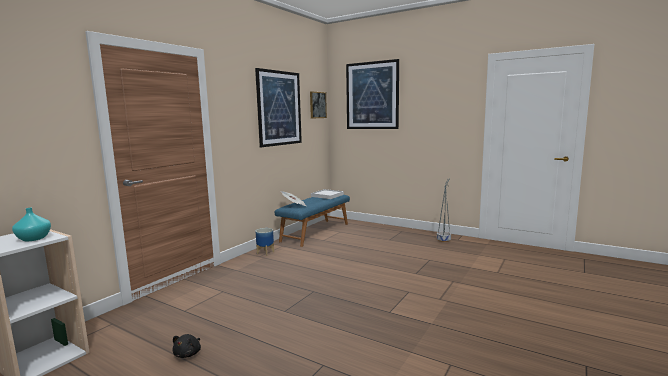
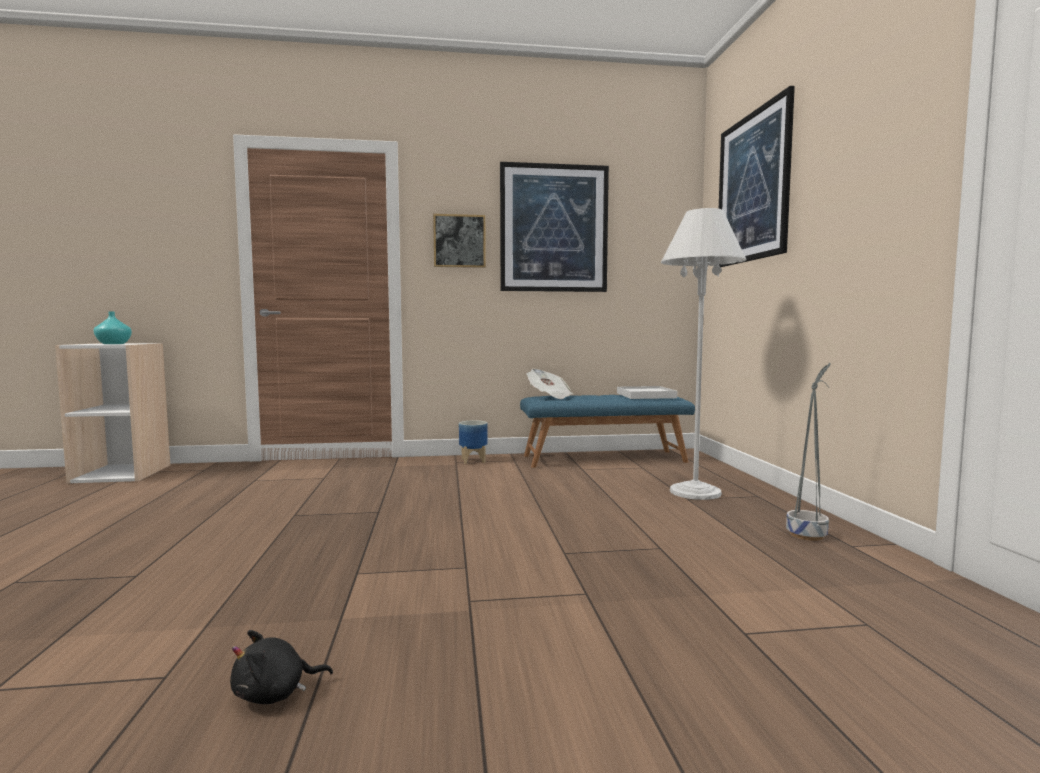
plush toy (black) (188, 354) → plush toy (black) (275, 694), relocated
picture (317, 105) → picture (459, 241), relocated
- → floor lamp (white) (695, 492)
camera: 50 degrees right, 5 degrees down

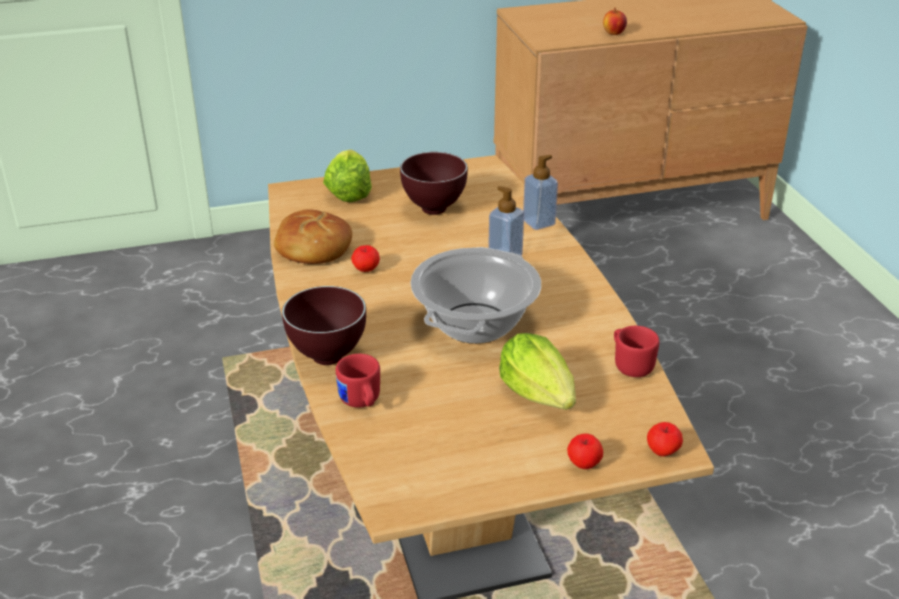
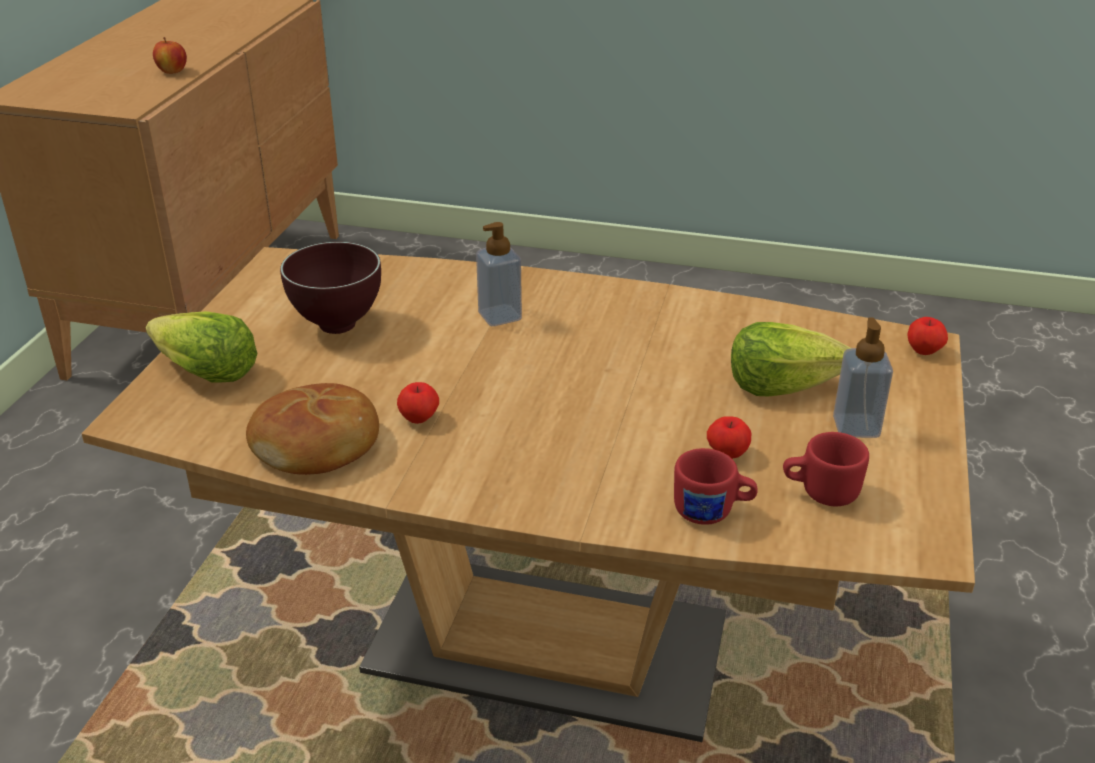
apple (584, 463) → apple (727, 453), relocated
mug (red) (630, 364) → mug (red) (820, 492), relocated
soap dispenser (539, 223) → soap dispenser (856, 426), relocated
bowl (brown) (328, 356) → -
cooking pot (474, 323) → -
camera: 60 degrees left, 0 degrees up

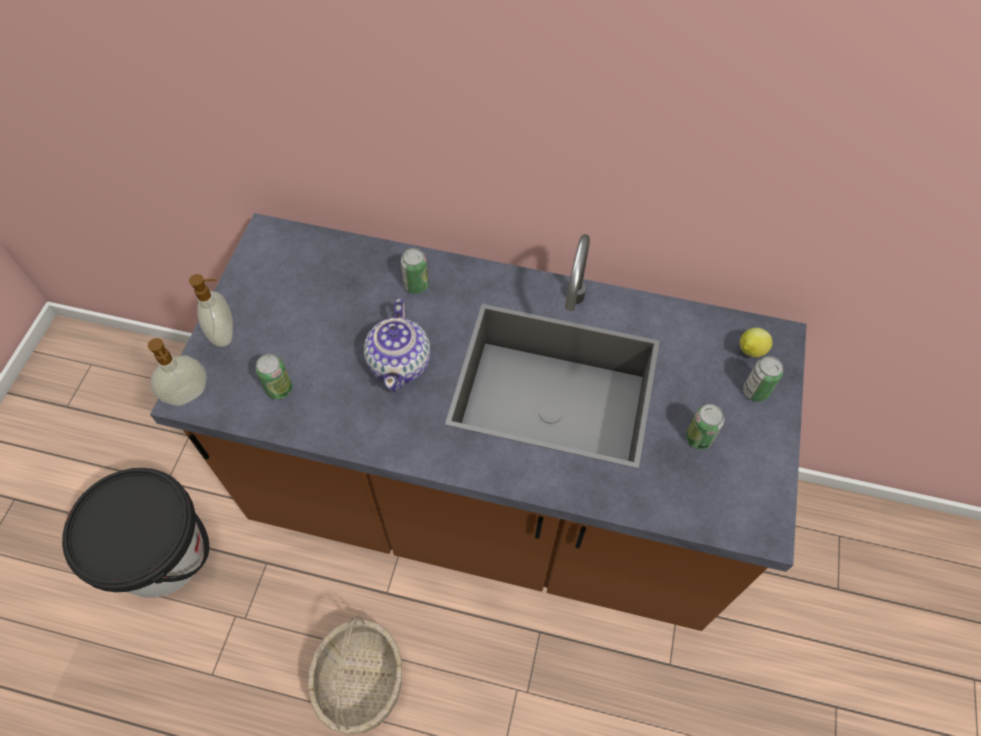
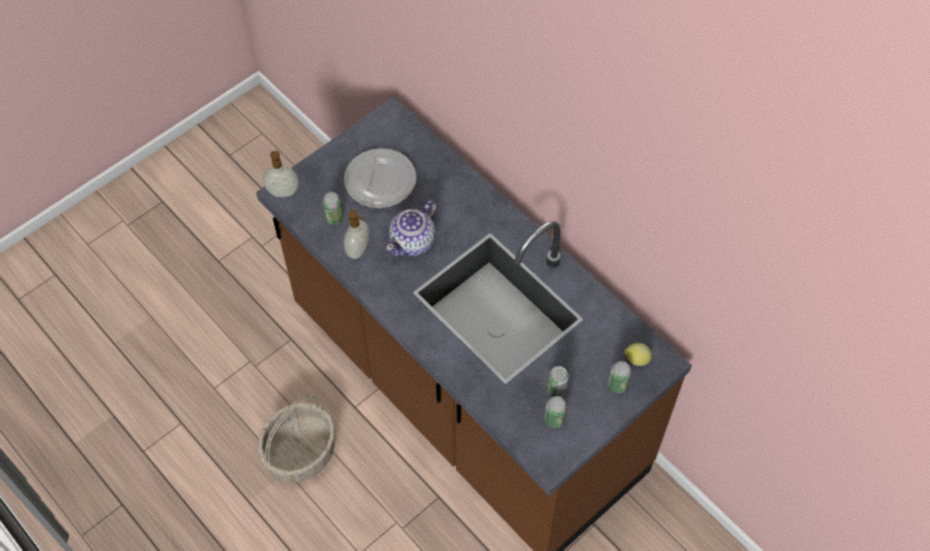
- → plate (381, 180)
soap dispenser (225, 333) → soap dispenser (359, 250), relocated
can (416, 285) → can (554, 419), relocated
bucket (black) (160, 554) → -
camera: 35 degrees right, 0 degrees up

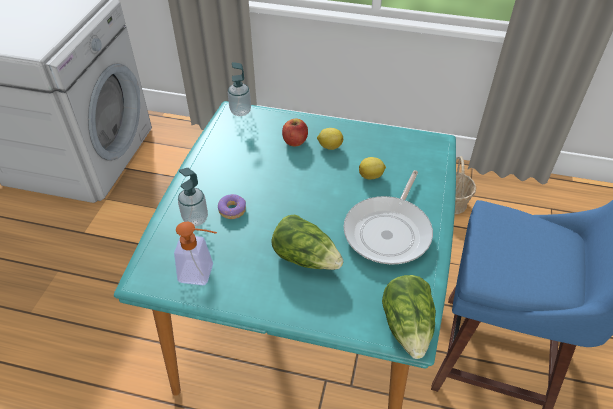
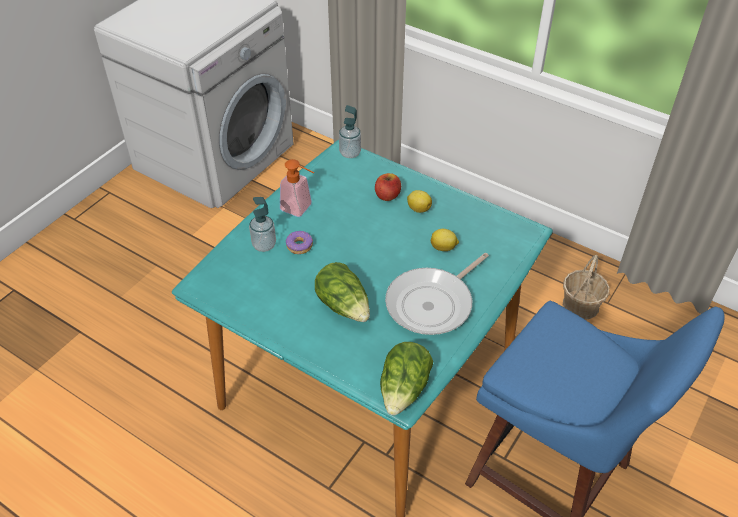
soap dispenser (202, 274) → soap dispenser (300, 209), relocated
camera: 20 degrees right, 0 degrees up

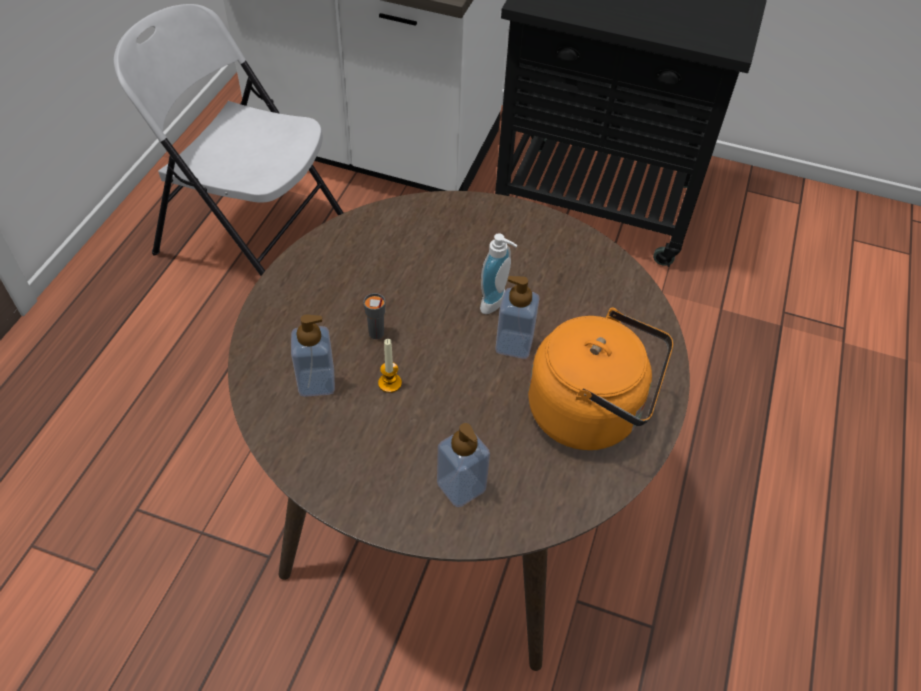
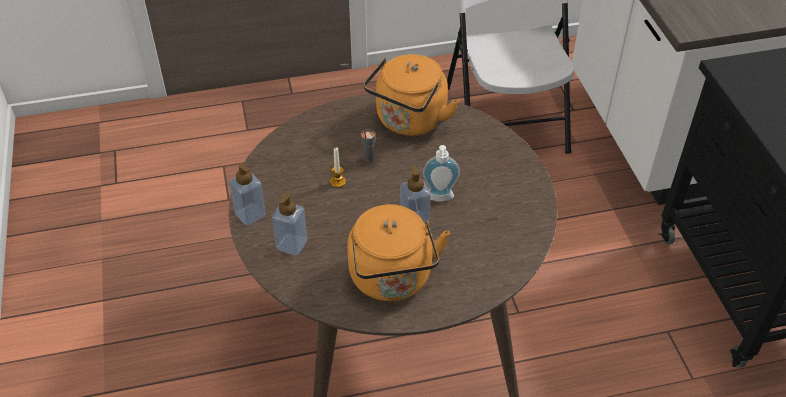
soap dispenser (316, 382) → soap dispenser (250, 214), relocated
- → kettle (orange) (409, 122)
camera: 60 degrees right, 5 degrees down

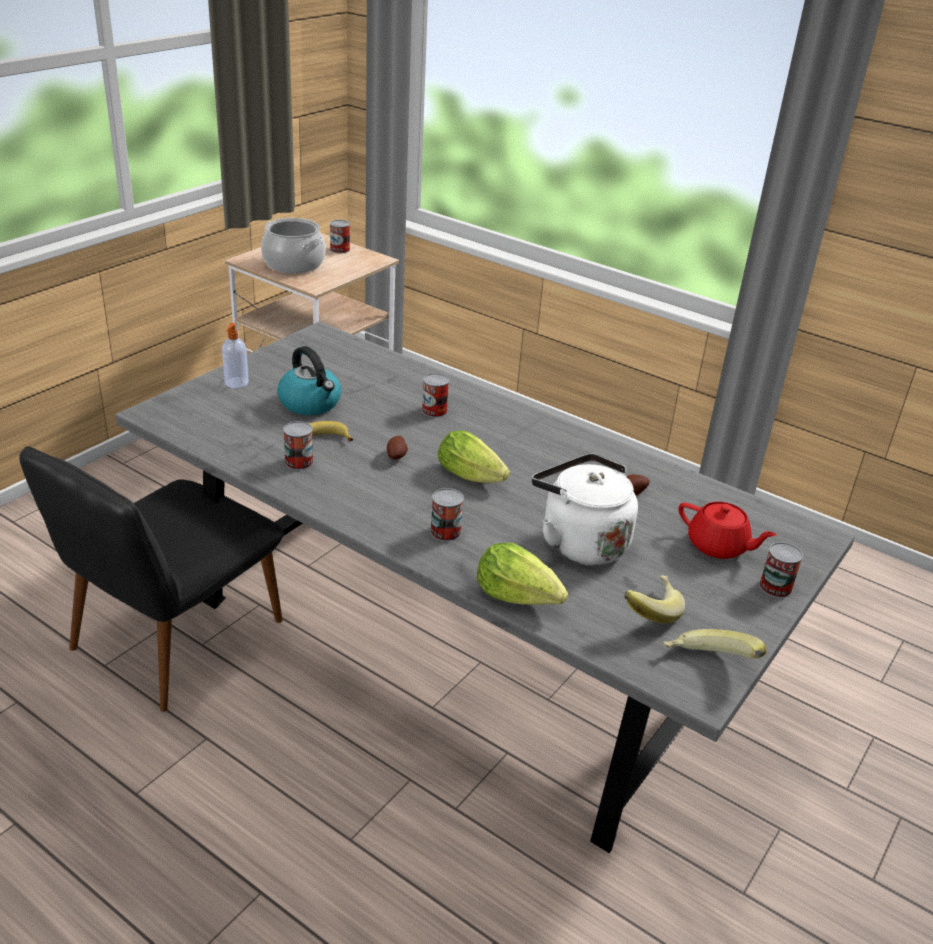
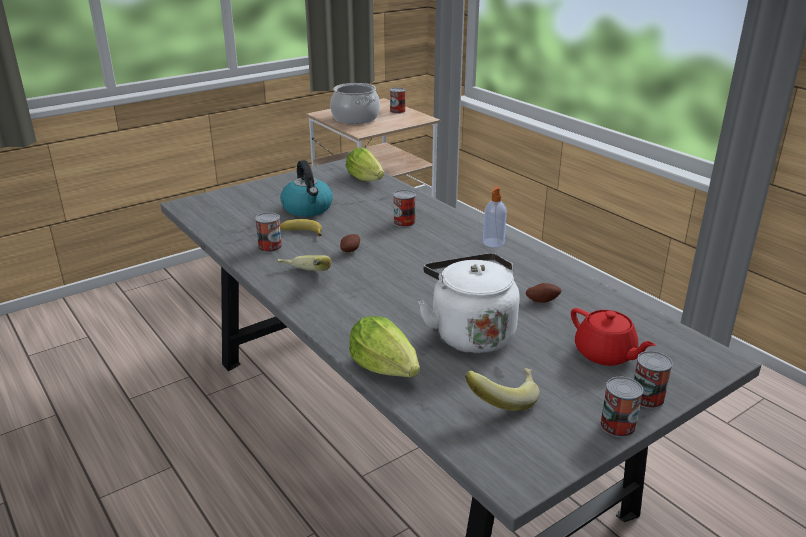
banana (708, 665) → banana (303, 278), relocated
lettuce (473, 476) → lettuce (366, 179), relocated
soap dispenser (236, 383) → soap dispenser (493, 243), relocated
can (445, 532) → can (617, 426), relocated
chair (black) (178, 634) → -
camera: 20 degrees right, 5 degrees down

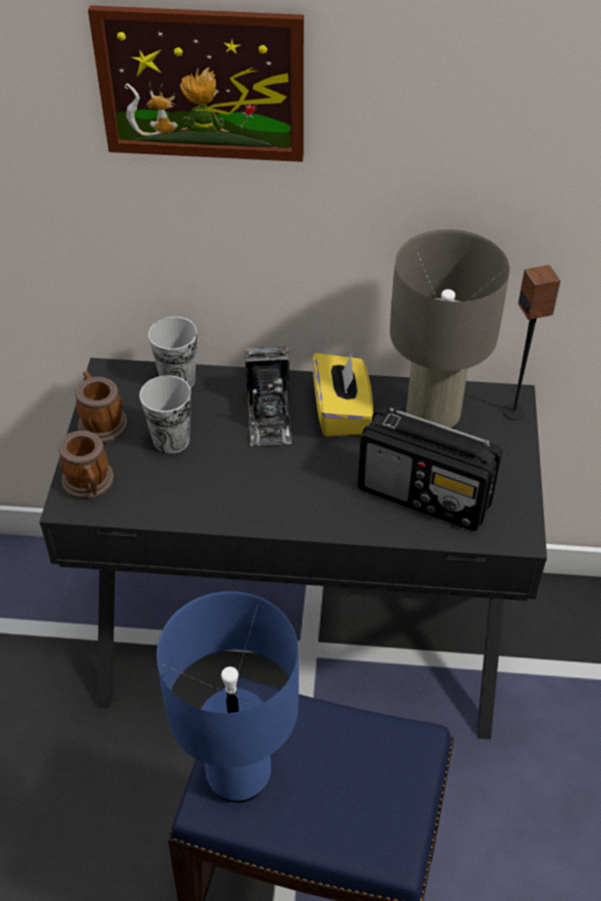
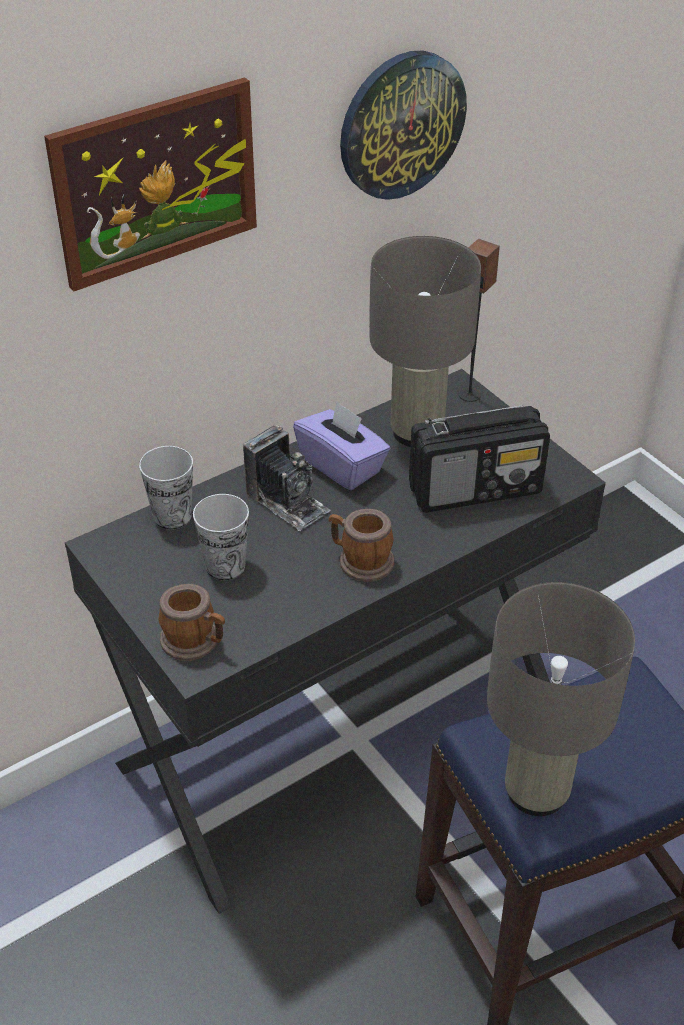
tissue box (yellow) (341, 412) → tissue box (purple) (342, 466)
mug (100, 421) → mug (360, 561), relocated
- → wall clock (401, 124)
table lamp (blue) (237, 776) → table lamp (grey) (536, 792)
camera: 40 degrees left, 5 degrees down

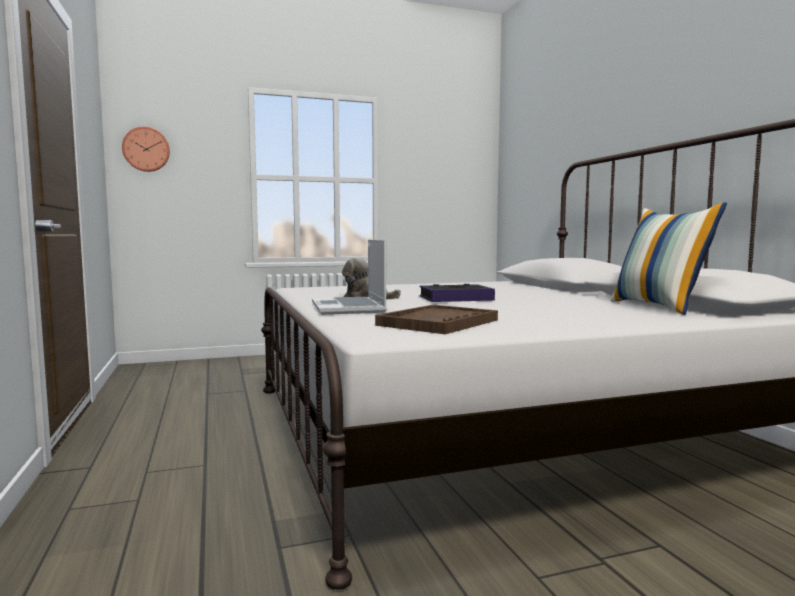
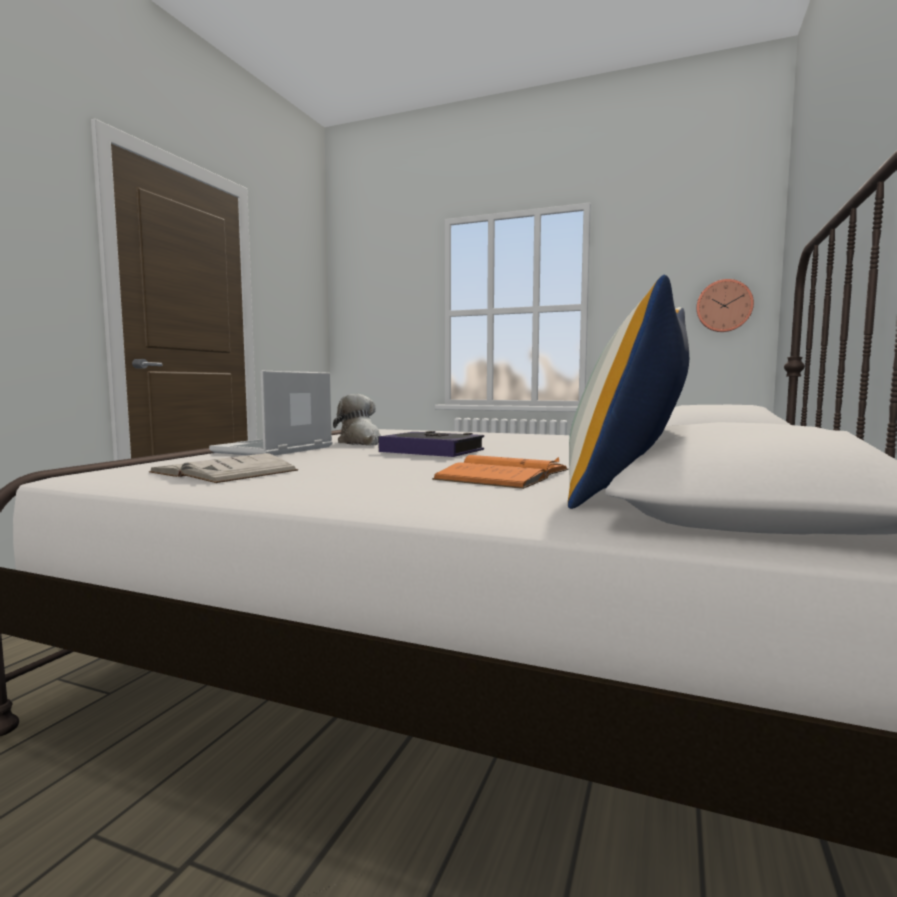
tray (brown) (438, 322) → book (white) (223, 471)
- → book (orange) (503, 474)
wall clock (146, 149) → wall clock (724, 306), relocated
camera: 40 degrees right, 0 degrees up

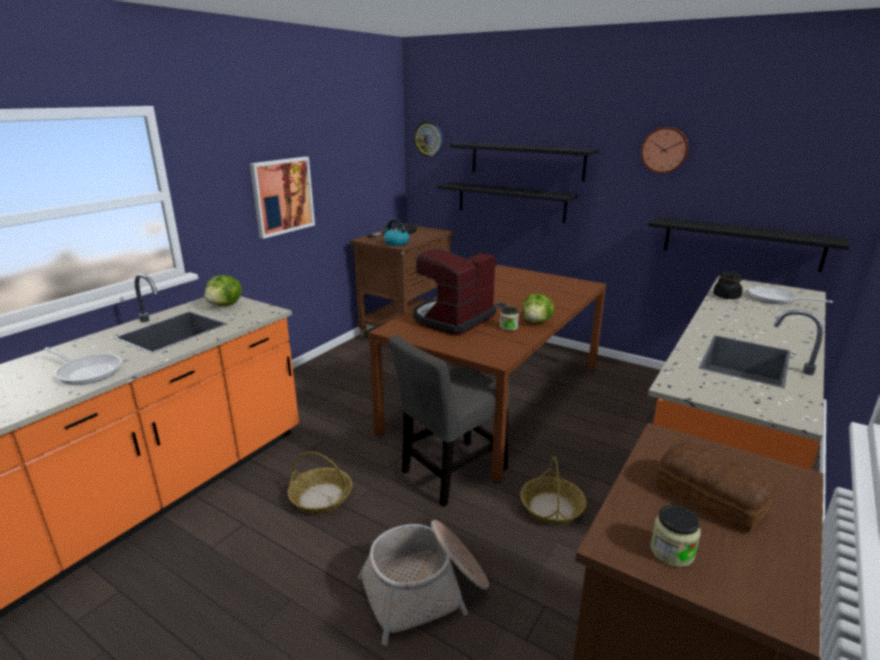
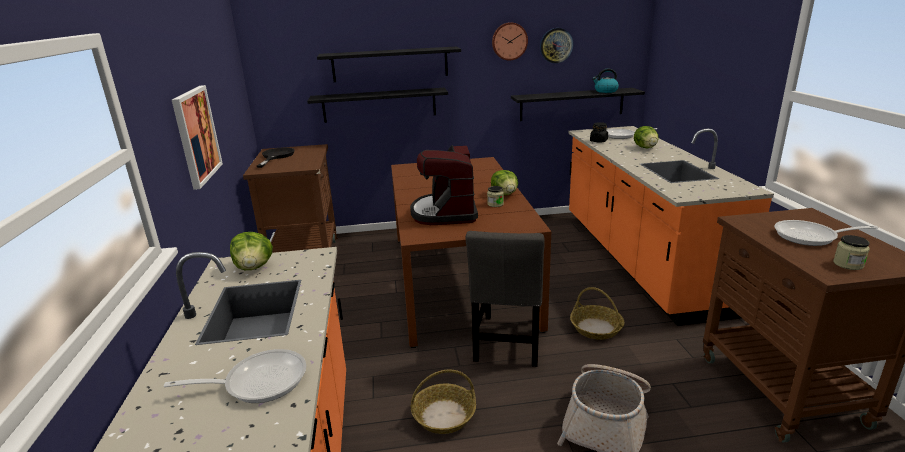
wall clock (429, 139) → wall clock (556, 45), relocated
kettle (396, 243) → kettle (605, 91), relocated
- → lettuce (645, 148)
bread (710, 499) → frying pan (810, 237)
camera: 40 degrees left, 0 degrees up

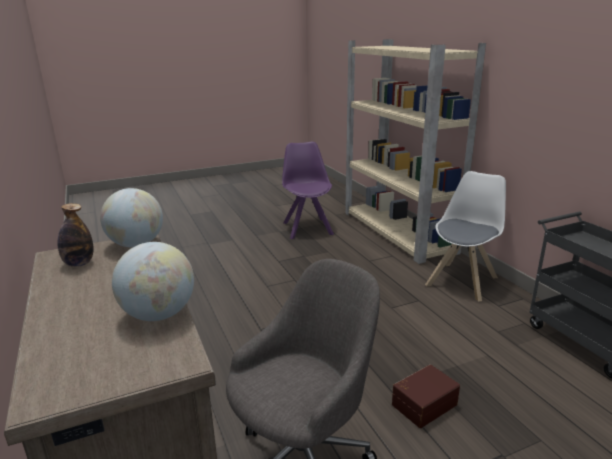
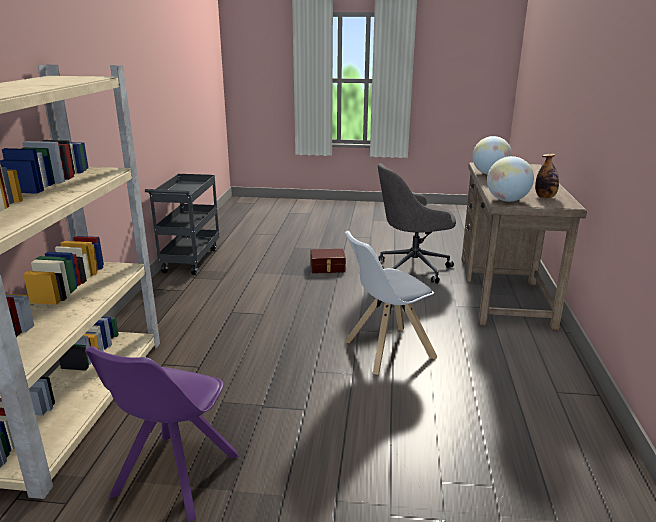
chair (462, 280) → chair (386, 350), relocated
camera: 150 degrees left, 0 degrees up

